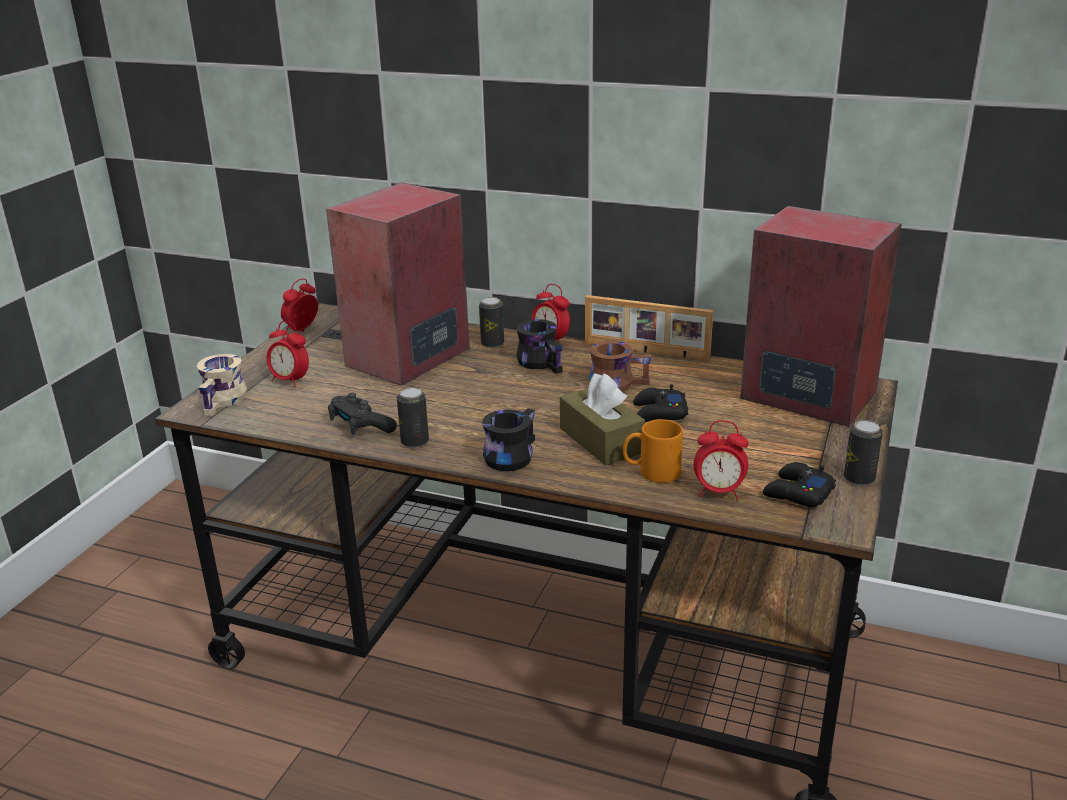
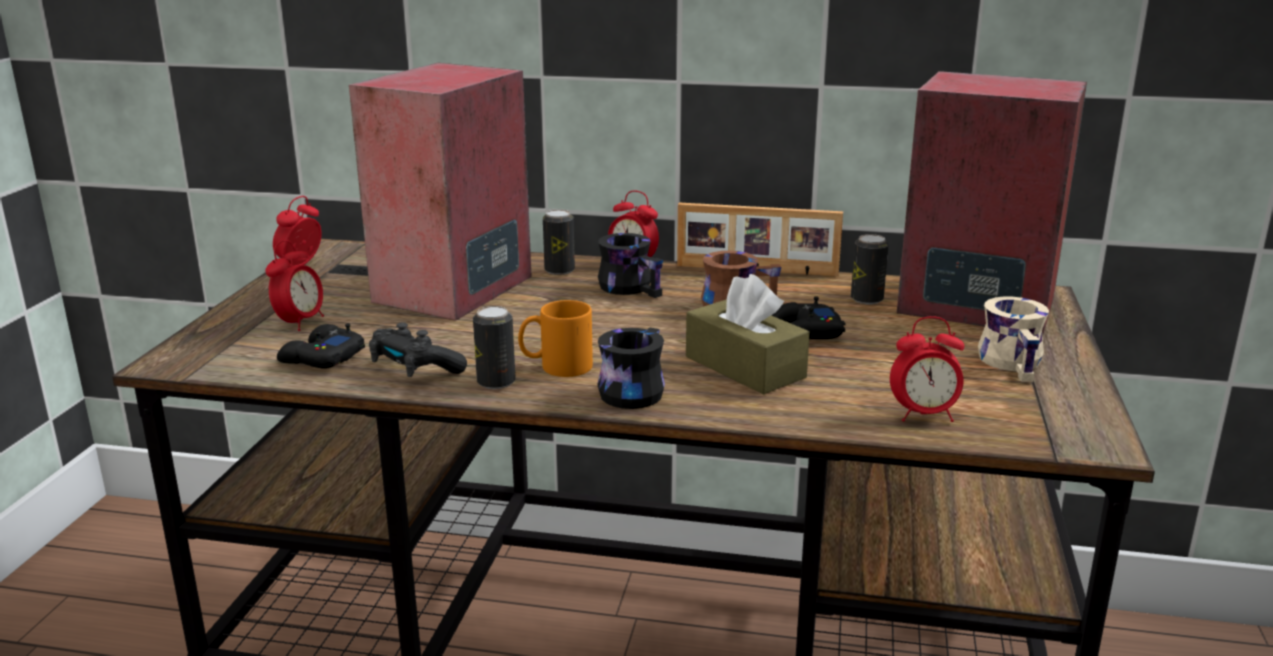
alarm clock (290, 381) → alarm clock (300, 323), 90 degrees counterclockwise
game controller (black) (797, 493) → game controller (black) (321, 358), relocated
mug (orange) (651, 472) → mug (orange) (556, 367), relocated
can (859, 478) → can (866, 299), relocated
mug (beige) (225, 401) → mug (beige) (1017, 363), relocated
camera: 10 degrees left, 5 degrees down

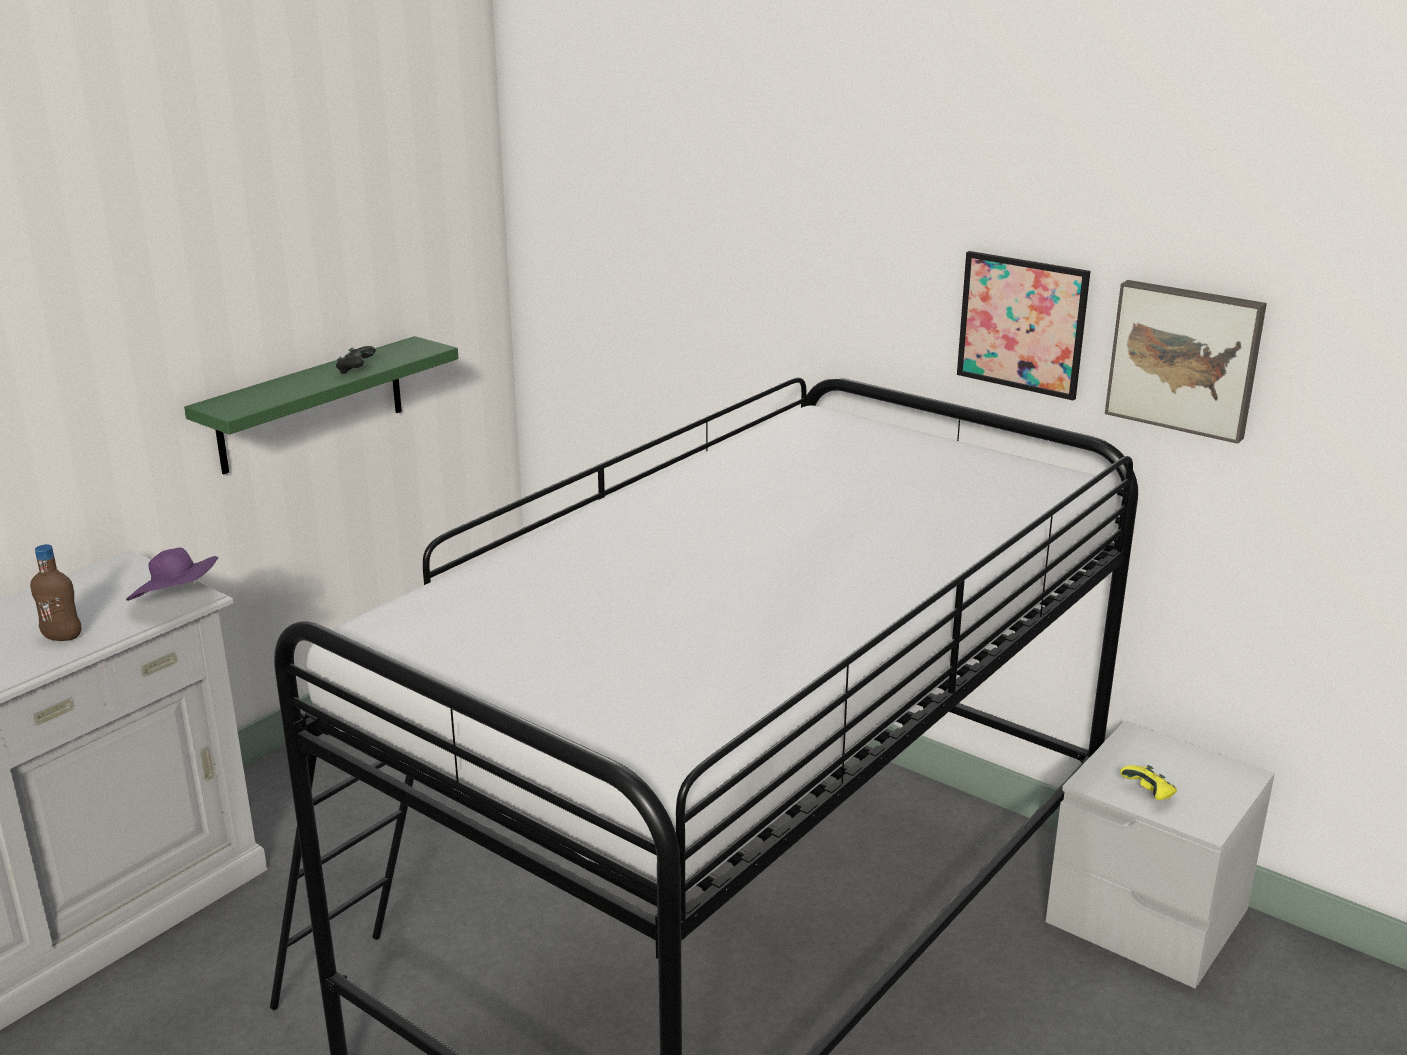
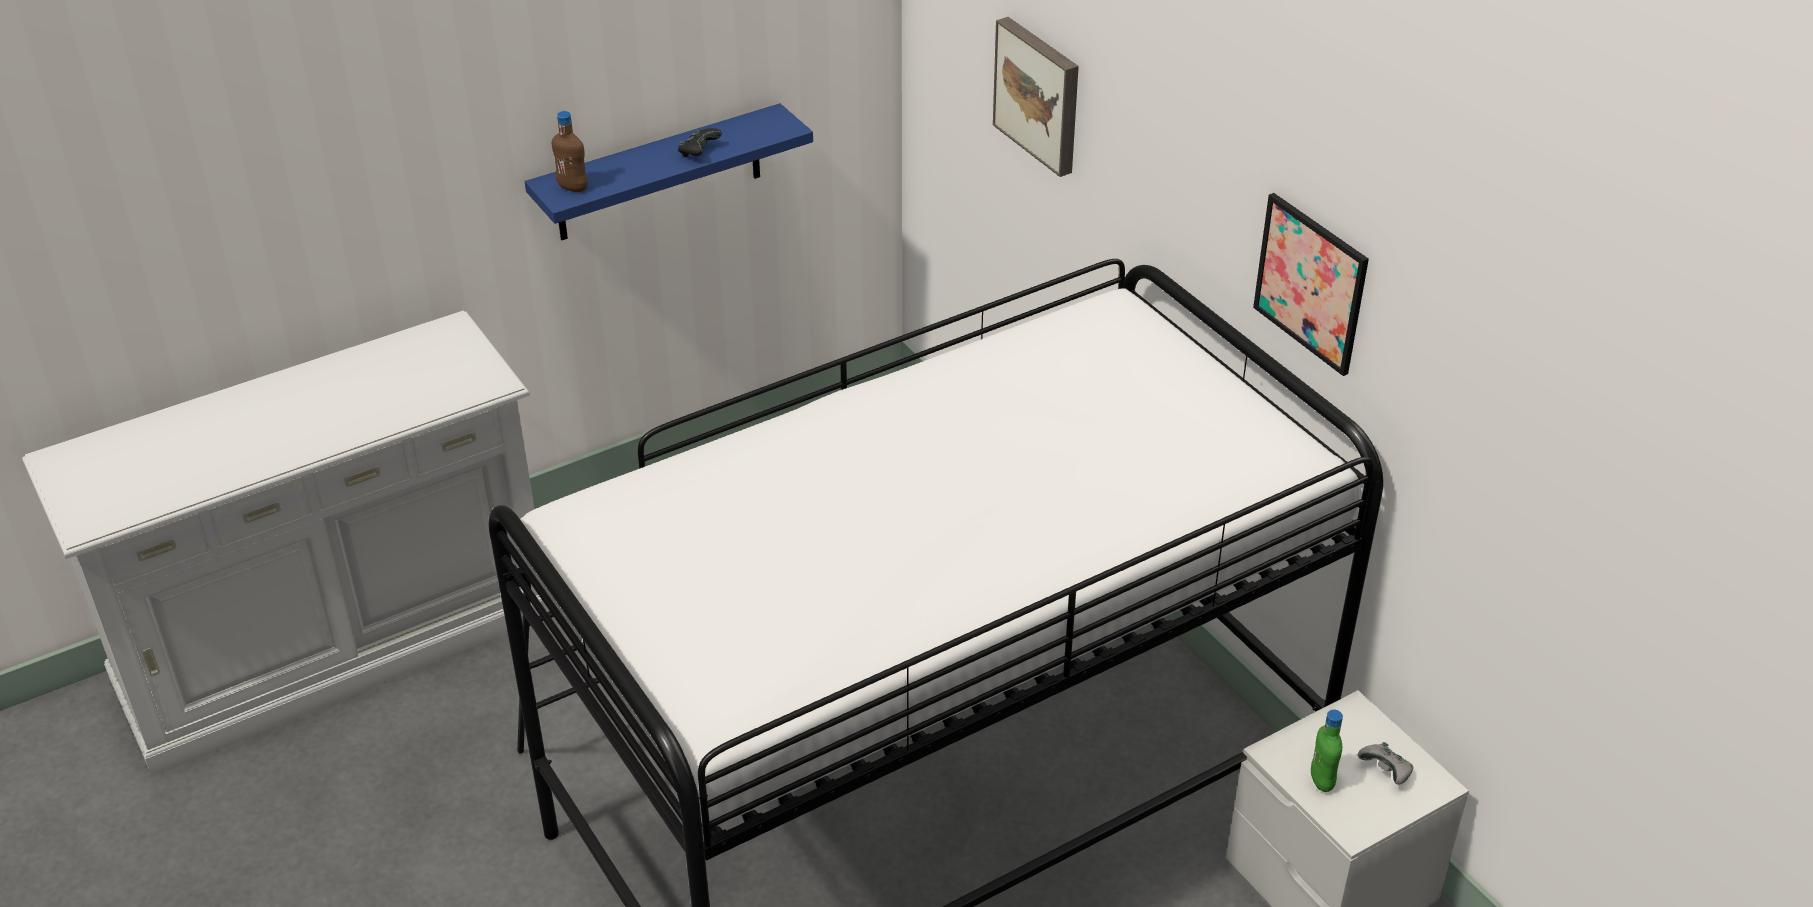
shelf (green) (311, 405) → shelf (blue) (659, 174)
bottle (brown) (62, 637) → bottle (brown) (573, 188), relocated
picture (1185, 358) → picture (1040, 94), relocated
game controller (yellow) (1149, 794) → bottle (green) (1322, 781)
- → game controller (grey) (1386, 772)
hat (purple) (178, 601) → -
camera: 20 degrees right, 15 degrees up

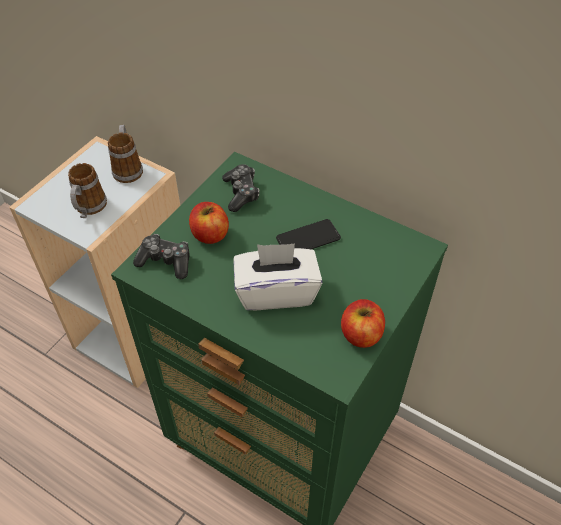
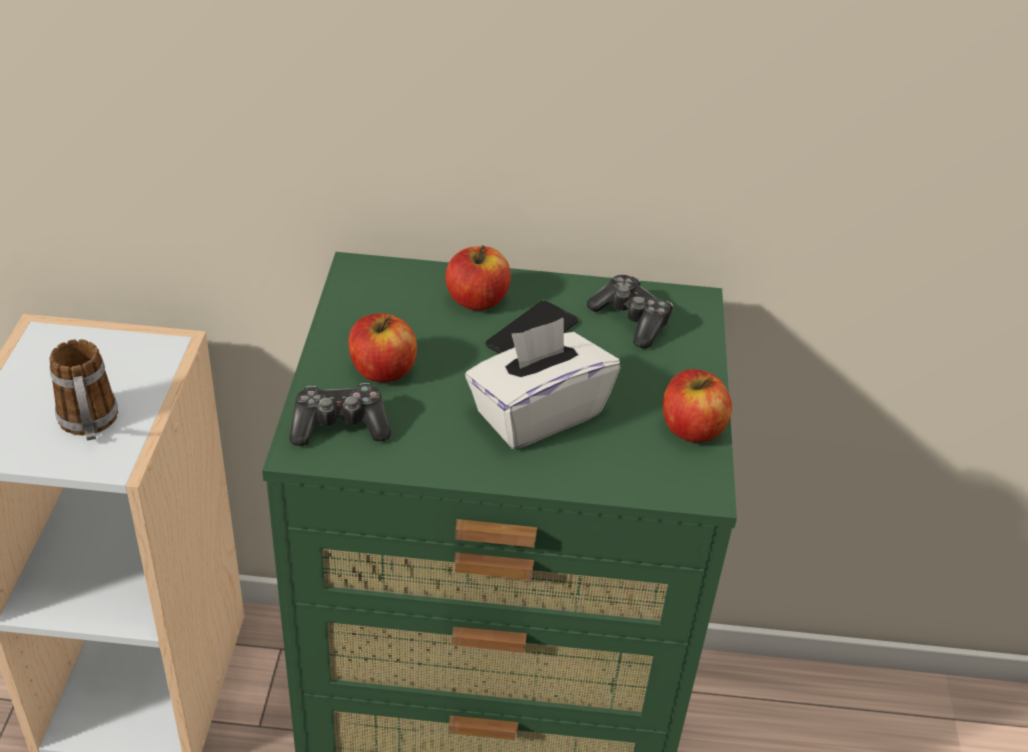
- → apple (477, 300)
game controller (241, 193) → game controller (631, 320), relocated
mug (128, 168) → -
camera: 30 degrees left, 10 degrees down

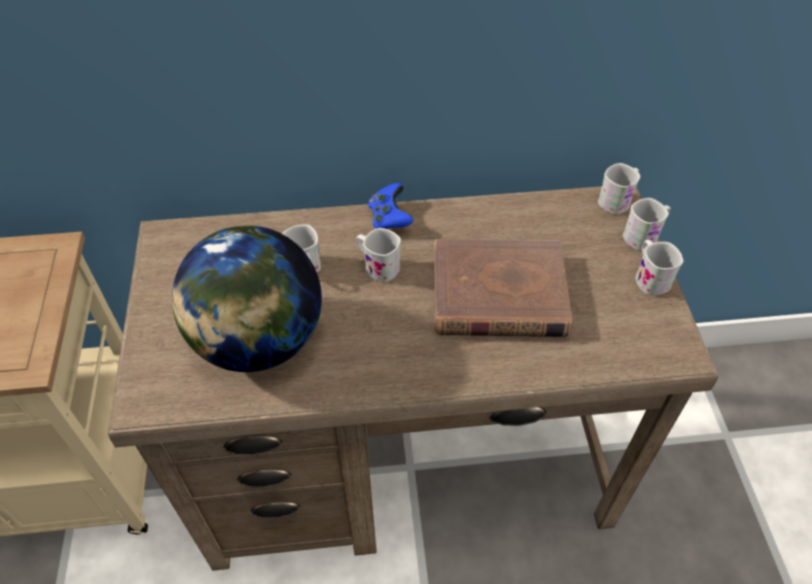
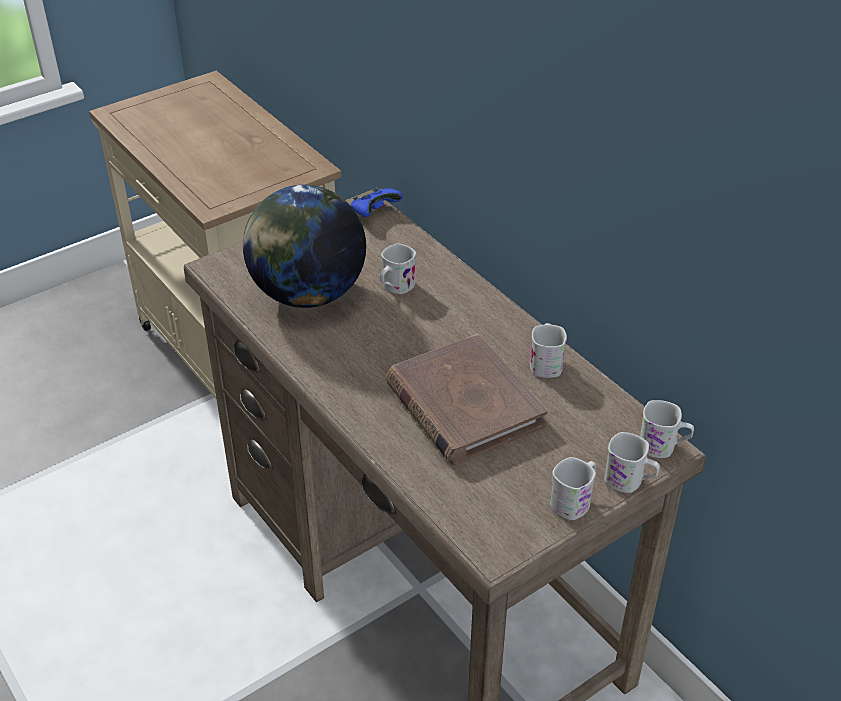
game controller (blue) (389, 218) → game controller (blue) (374, 212), relocated
mug (white) (377, 266) → mug (white) (546, 363), relocated
camera: 60 degrees right, 10 degrees down

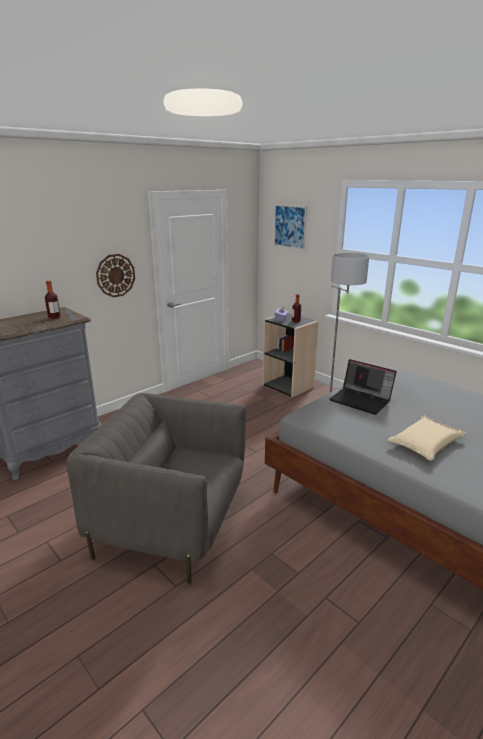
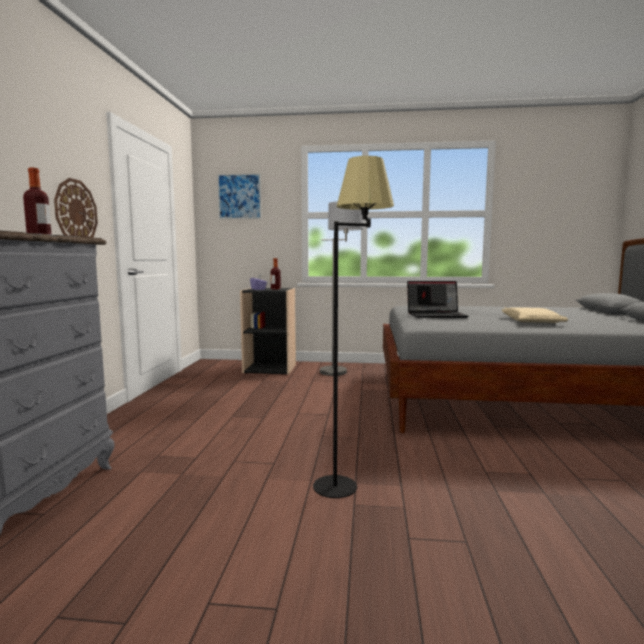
armchair (grey) (171, 521) → floor lamp (black) (350, 494)
camera: 40 degrees left, 15 degrees down

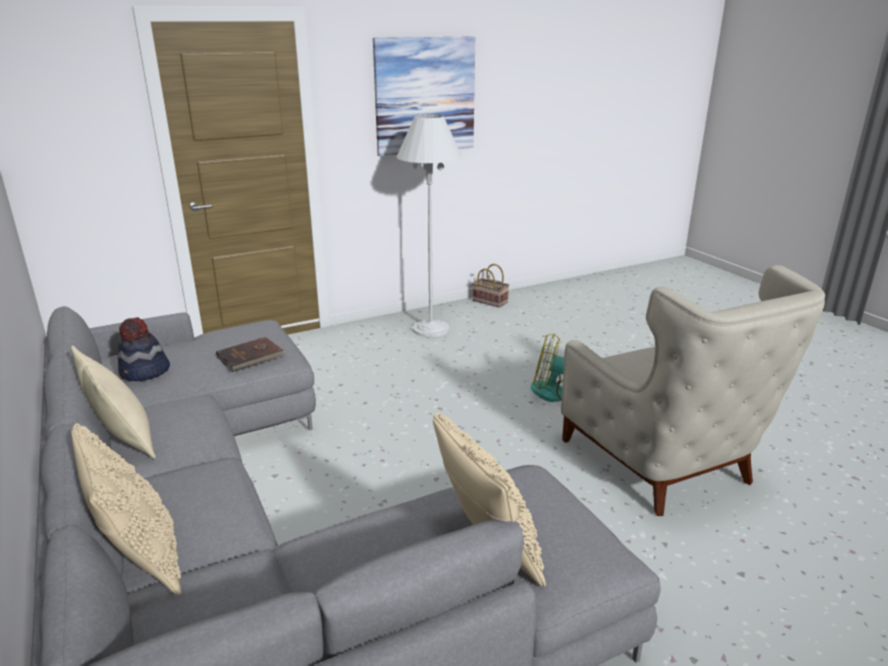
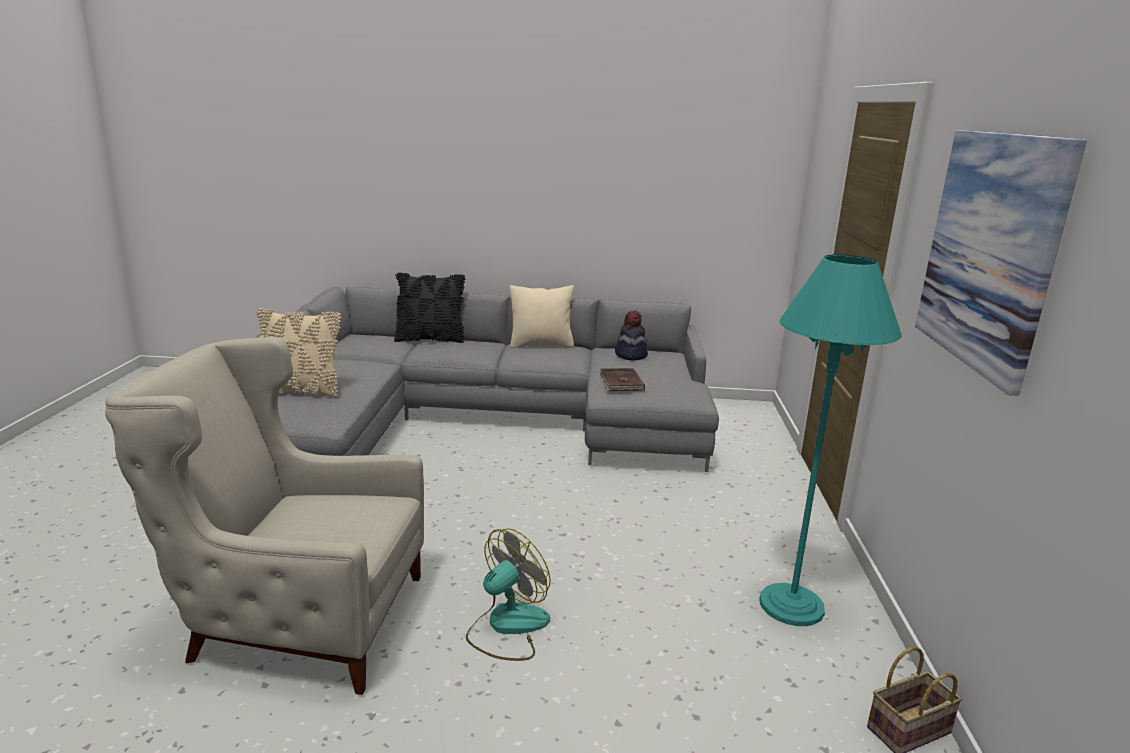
pillow (beige) (142, 558) → pillow (black) (430, 339)
floor lamp (white) (430, 329) → floor lamp (turquoise) (791, 605)
camera: 120 degrees right, 5 degrees down

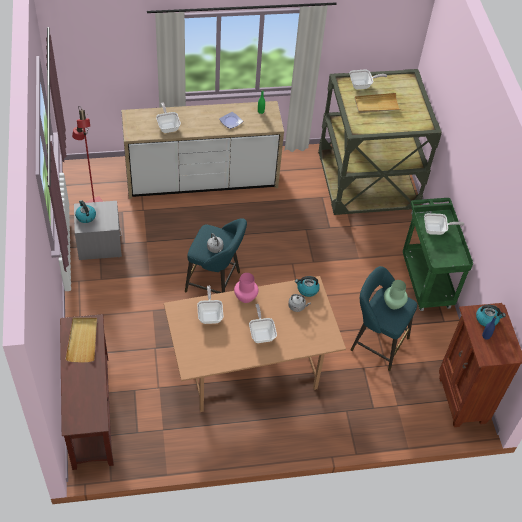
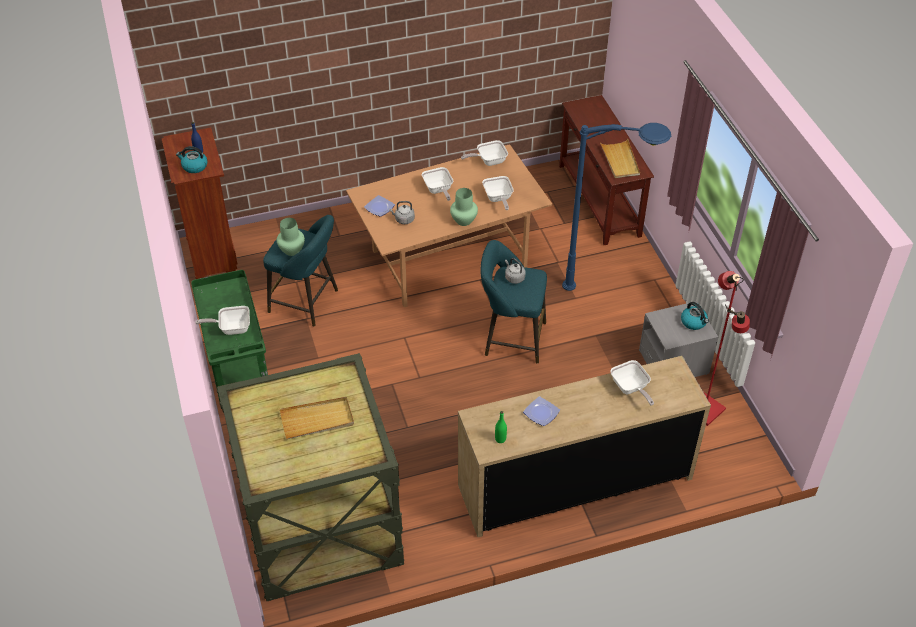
- → plate (379, 208)
vase (pink) (245, 297) → vase (green) (463, 220)
frying pan (362, 85) → frying pan (488, 161), relocated
- → floor lamp (blue) (612, 293)
kettle (307, 289) → -
camera: 175 degrees right, 5 degrees down

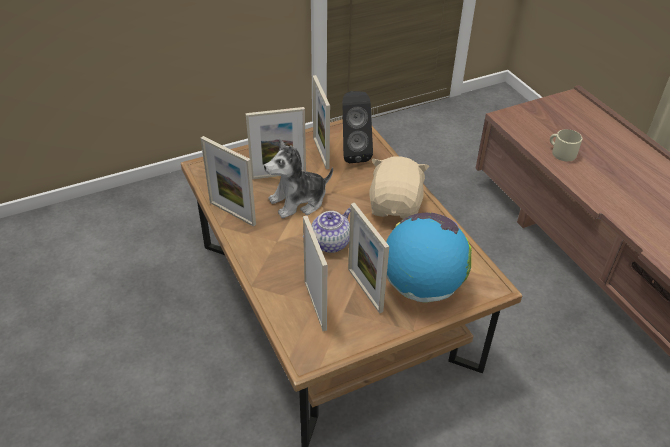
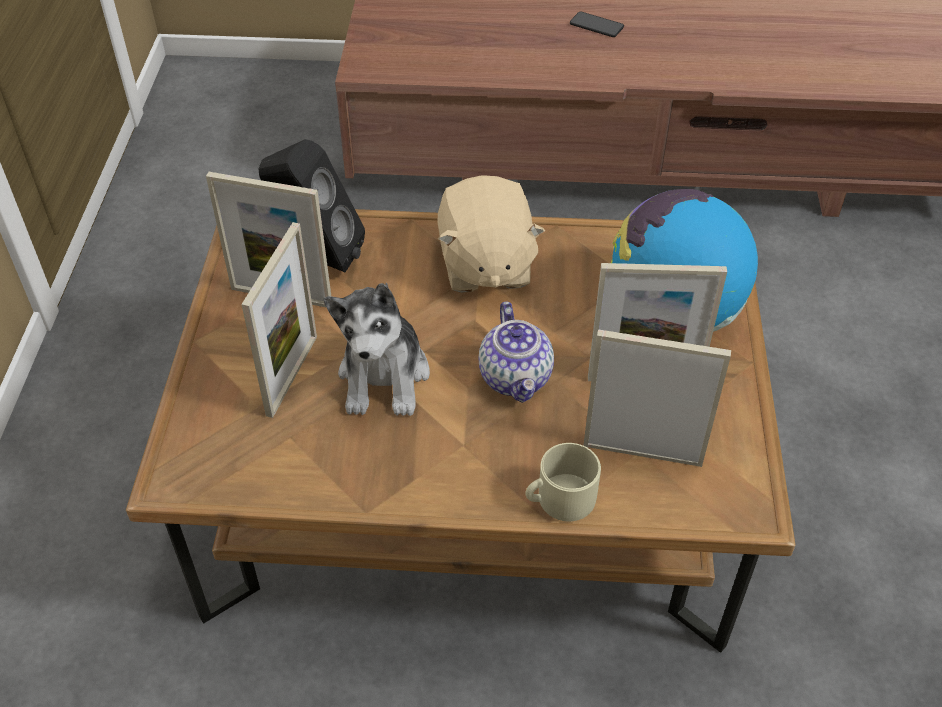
plush toy (beige) (396, 206) → plush toy (beige) (485, 265), 135 degrees counterclockwise
mug (beige) (561, 152) → mug (beige) (559, 499), relocated
- → phone (596, 25)
picture frame (232, 213) → -
camera: 60 degrees left, 5 degrees up

